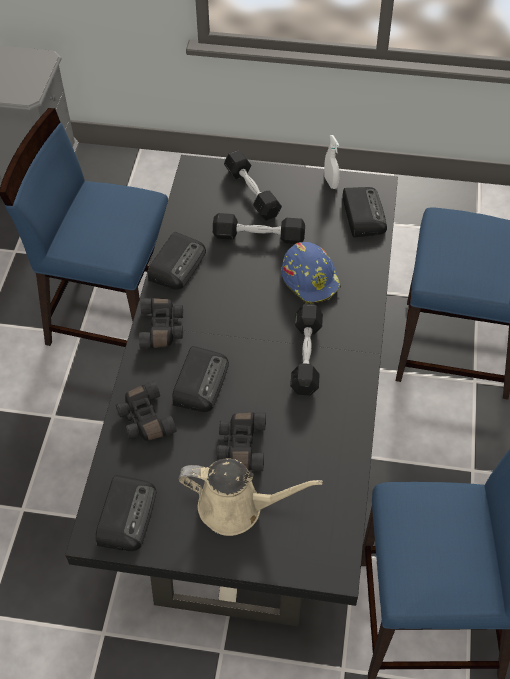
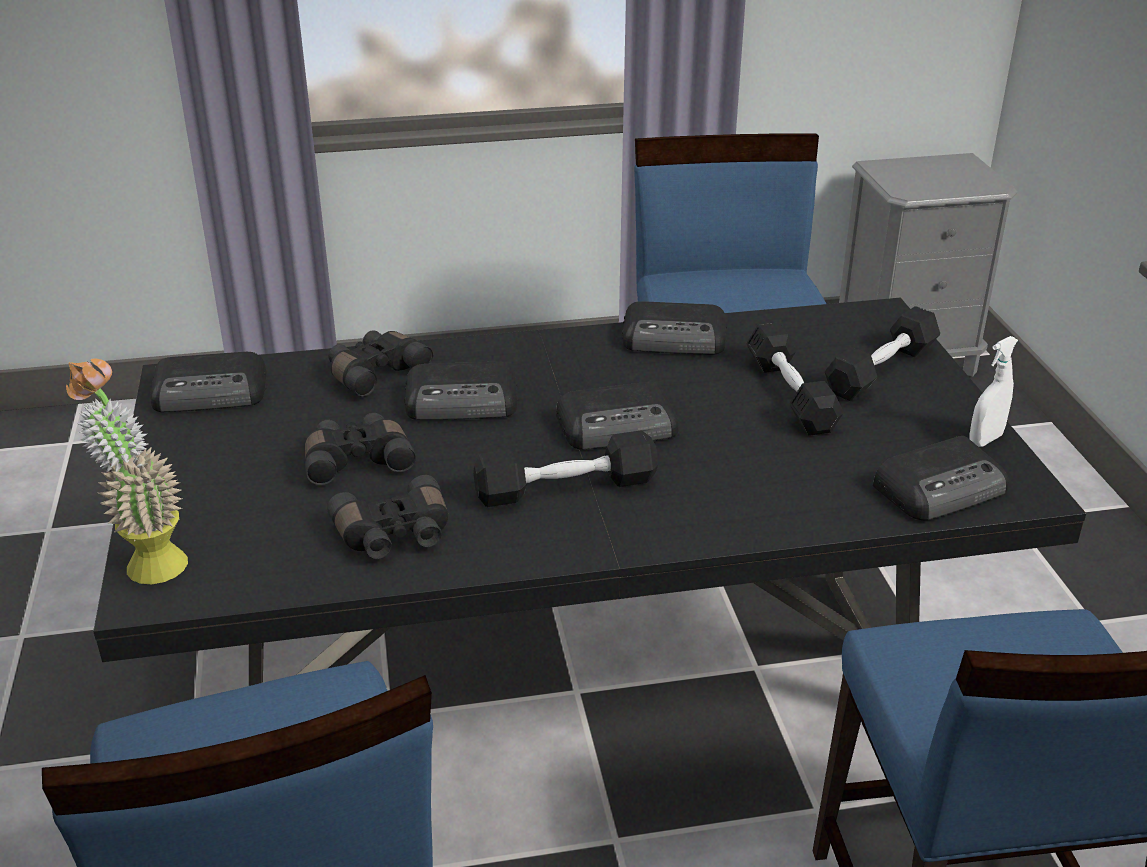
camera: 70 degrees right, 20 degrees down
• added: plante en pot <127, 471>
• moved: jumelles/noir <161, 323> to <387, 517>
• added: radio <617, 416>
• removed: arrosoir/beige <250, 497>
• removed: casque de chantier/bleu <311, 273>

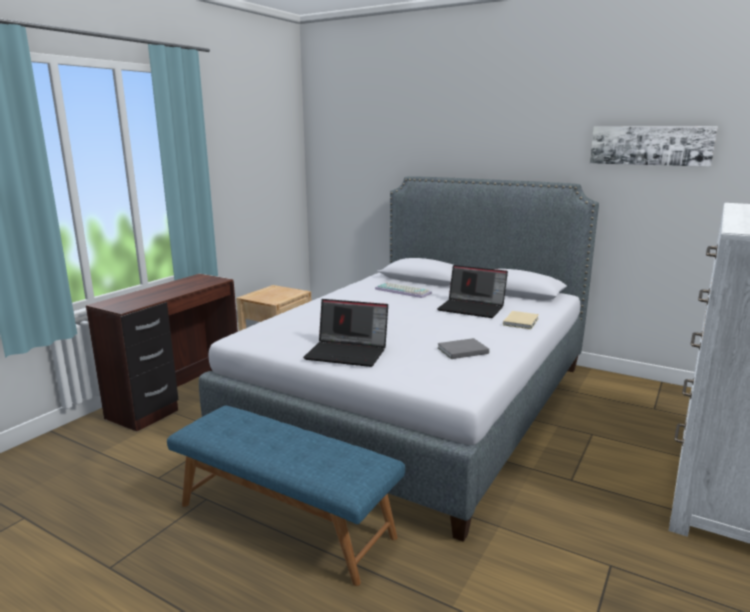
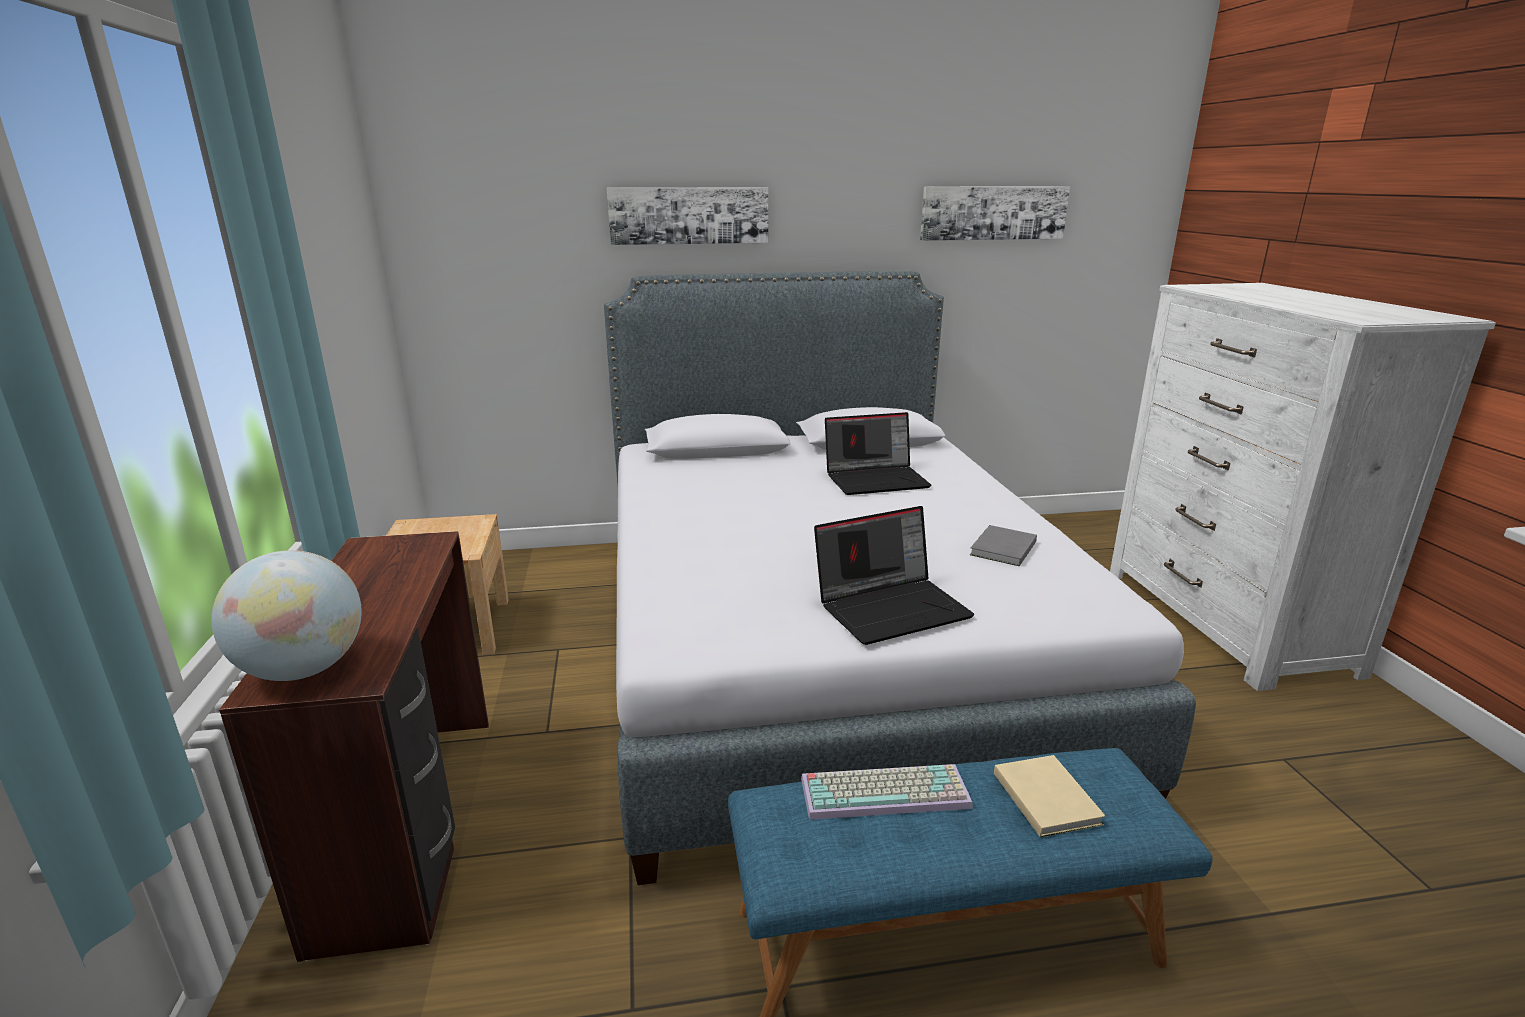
camera: 40 degrees left, 5 degrees up
• added: globe <286, 615>
• added: tableau <687, 216>
• moved: clavier <403, 290> to <887, 792>
• moved: livre/beige <521, 320> to <1050, 796>

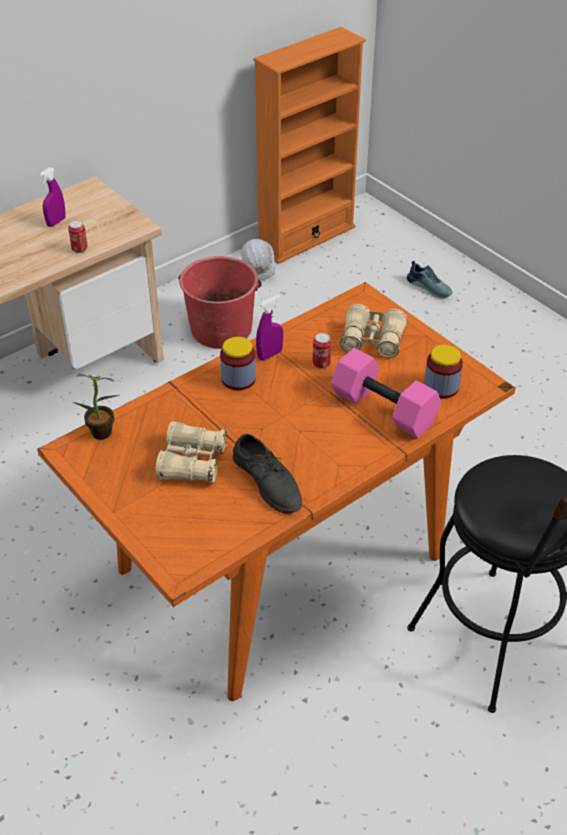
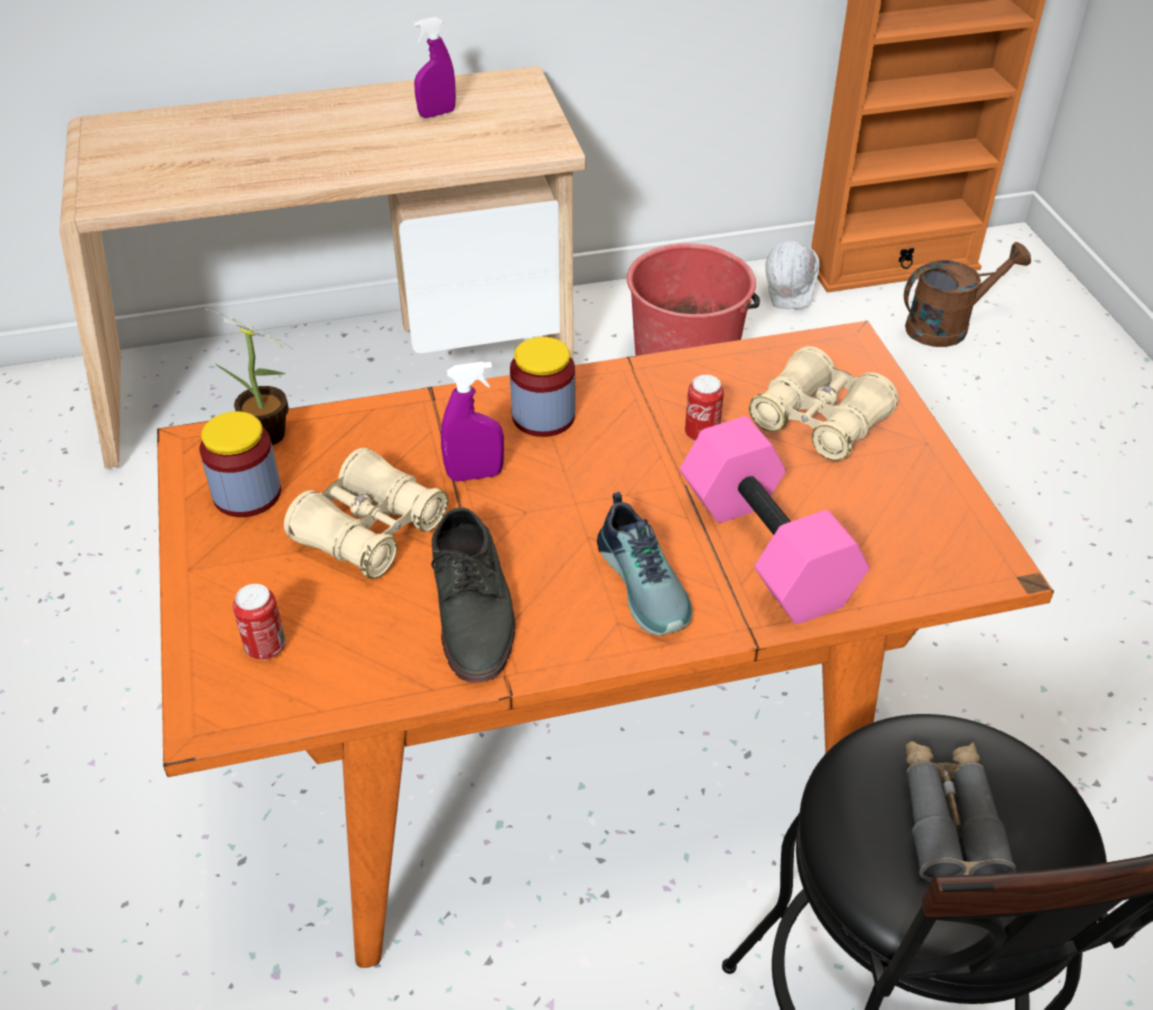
camera: 25 degrees right, 0 degrees up
• moved: bocal <443, 372> to <240, 464>
• moved: boîte métallique <78, 236> to <259, 622>
• moved: vaporisateur/violet <269, 327> to <472, 422>
• moved: chaussure <430, 279> to <645, 564>
• added: arrosoir/marron <967, 294>
• added: jumelles/gris <960, 811>

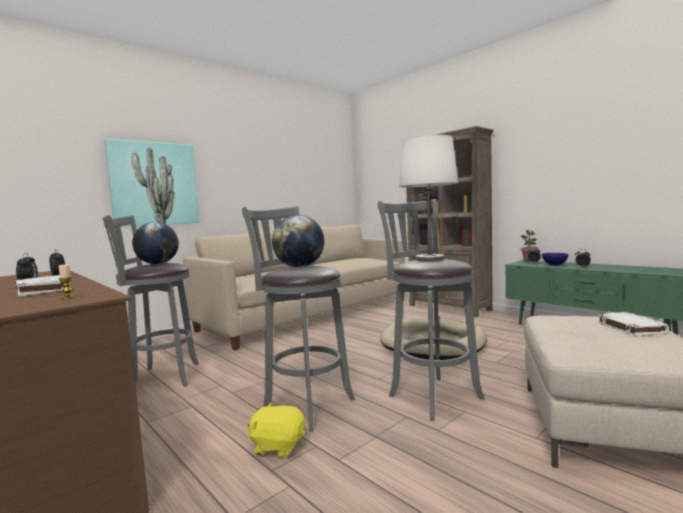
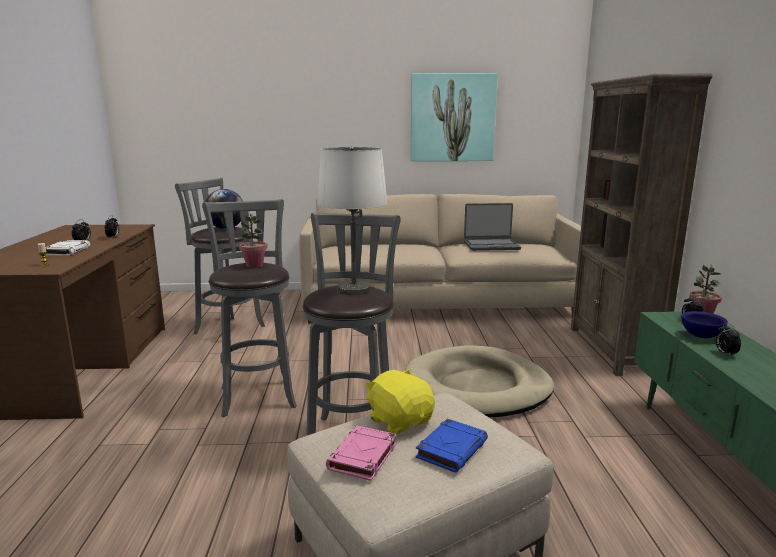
camera: 40 degrees right, 10 degrees up
• replaced: globe <298, 241> to plante en pot <253, 240>
• added: livre/rose <361, 453>
• moved: peluche/jaune <276, 430> to <400, 401>
• moved: tableau <152, 182> to <454, 117>
• recoloured: livre/blanc <633, 324> to livre/bleu <452, 446>
• added: ordinateur portable <492, 227>

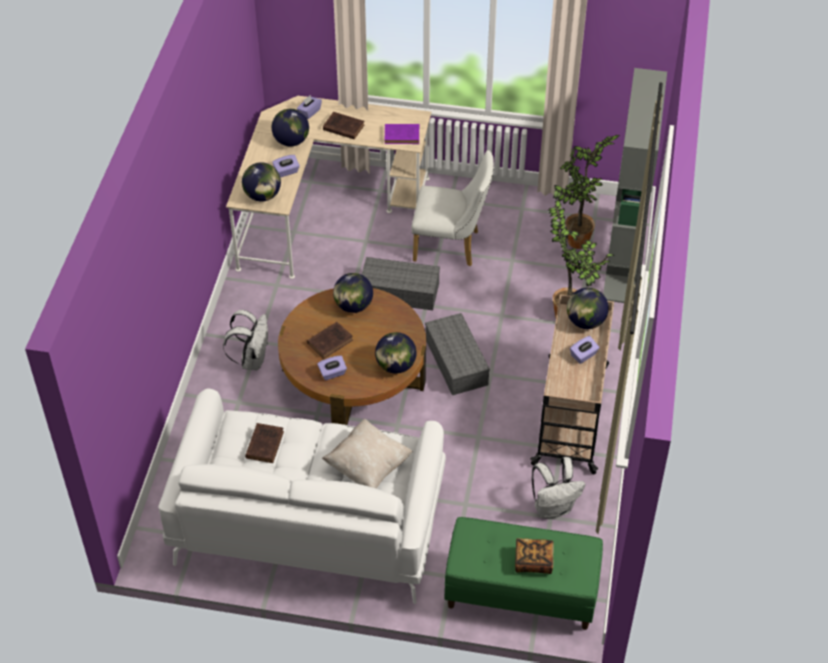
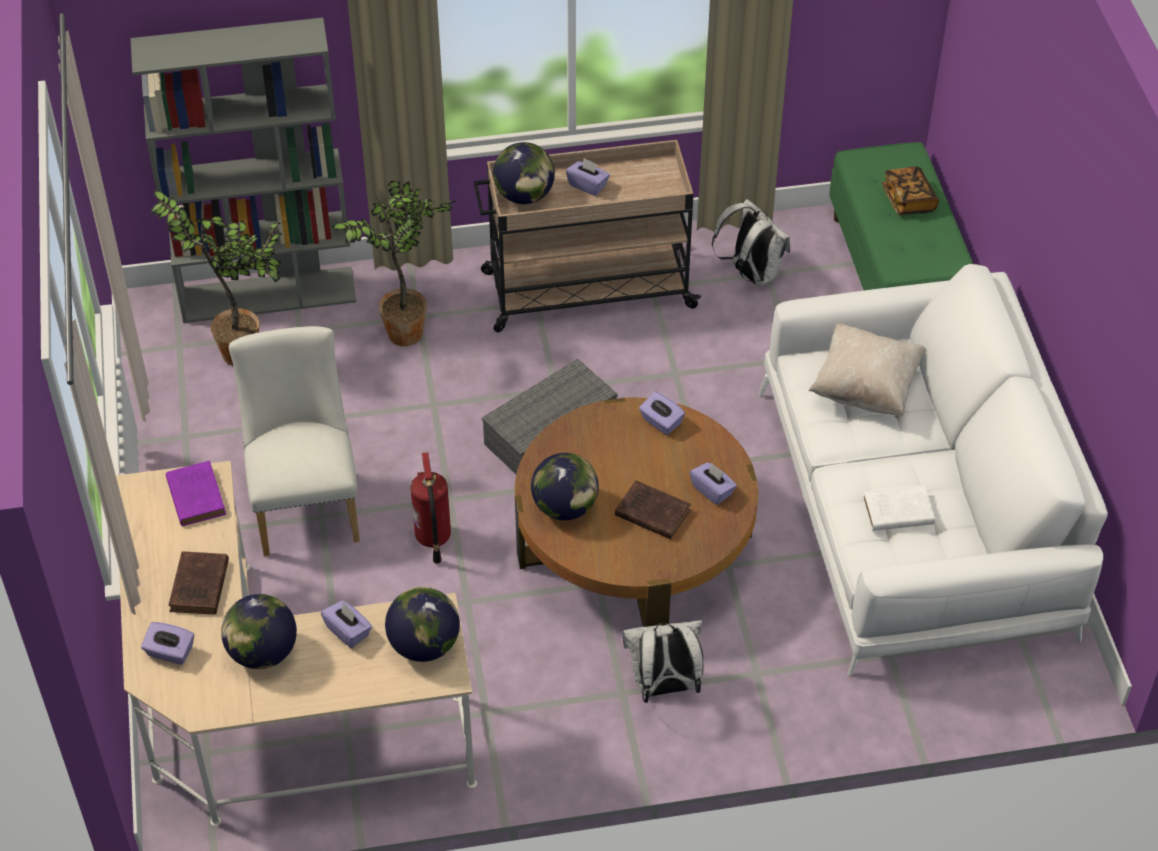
camera: 110 degrees left, 0 degrees up
• replaced: boîte de rangement/gris <400, 283> to extincteur <431, 508>
• replaced: globe <396, 353> to boîte à mouchoirs/violet <662, 413>
• recoloured: livre/marron <264, 443> to livre/blanc <899, 508>

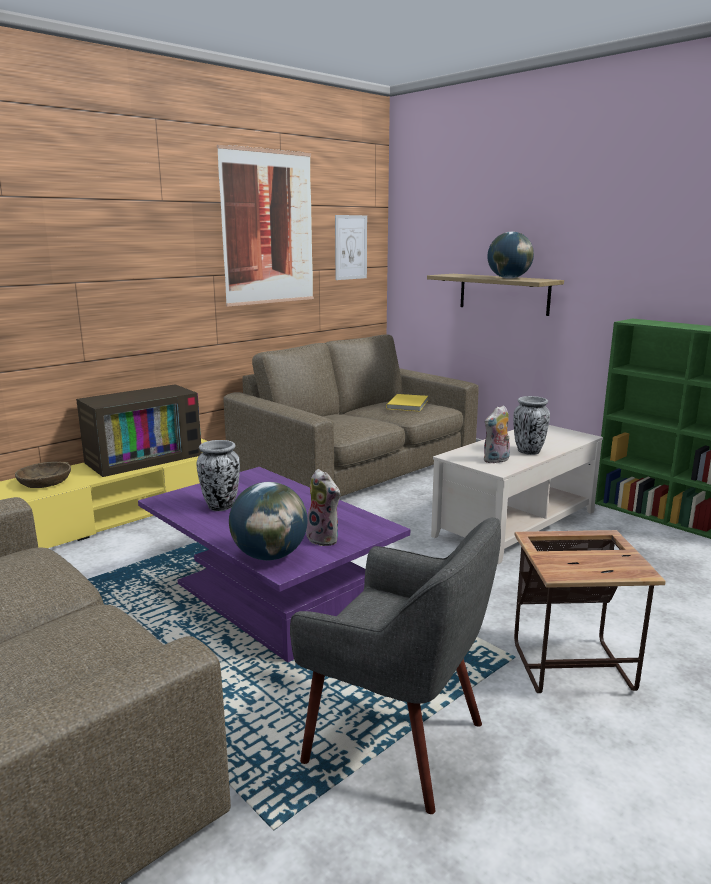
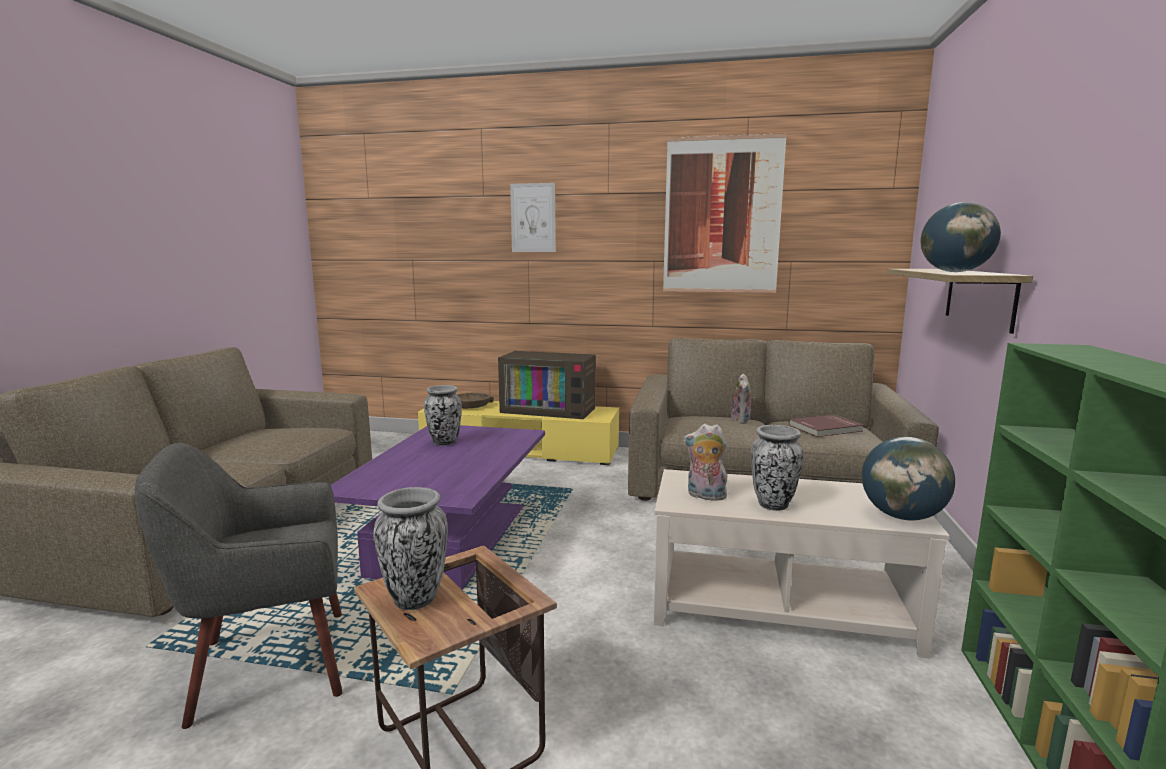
camera: 55 degrees right, 5 degrees down
• turned: fauteuil/gris <395, 665> = <239, 586> 75 degrees clockwise
• added: vase <410, 548>
• moved: tableau <351, 247> to <533, 217>
• moved: peluche <323, 507> to <742, 399>
• recoloured: livre/jaune <407, 403> to livre/rouge <826, 426>
• moved: globe <268, 521> to <908, 478>

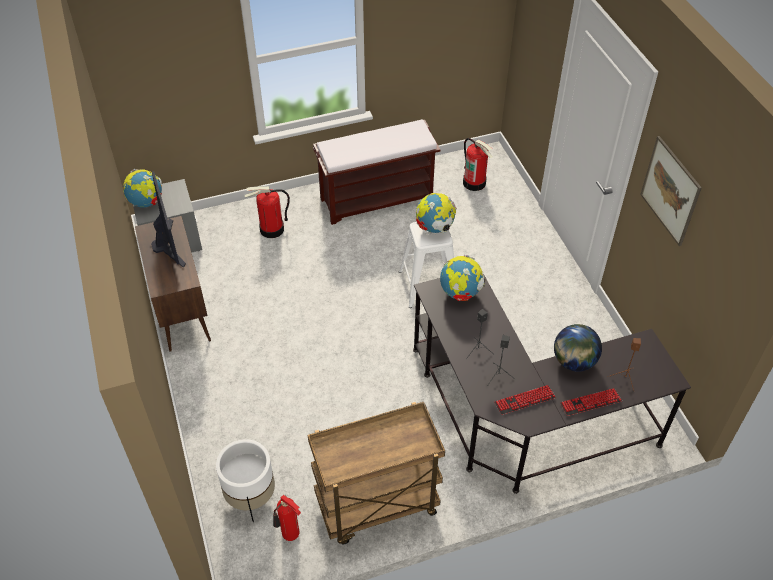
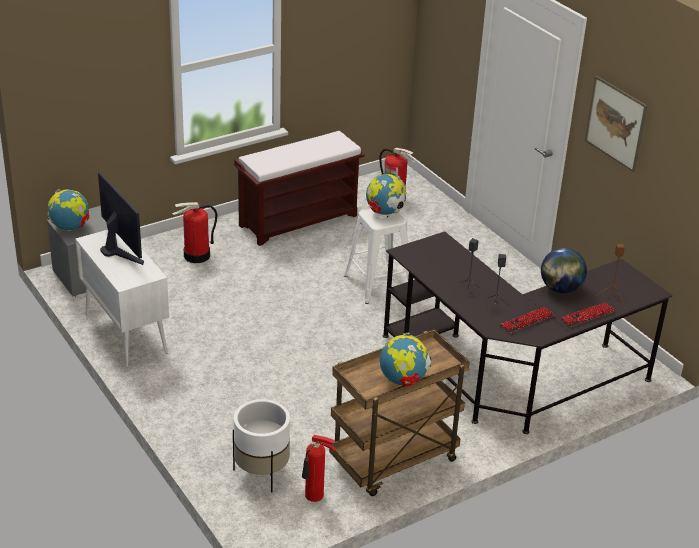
camera: 15 degrees left, 15 degrees down
• recoloured: meuble de rangement/marron <173, 284> to meuble de rangement/blanc <122, 298>
• moved: globe <463, 278> to <405, 359>

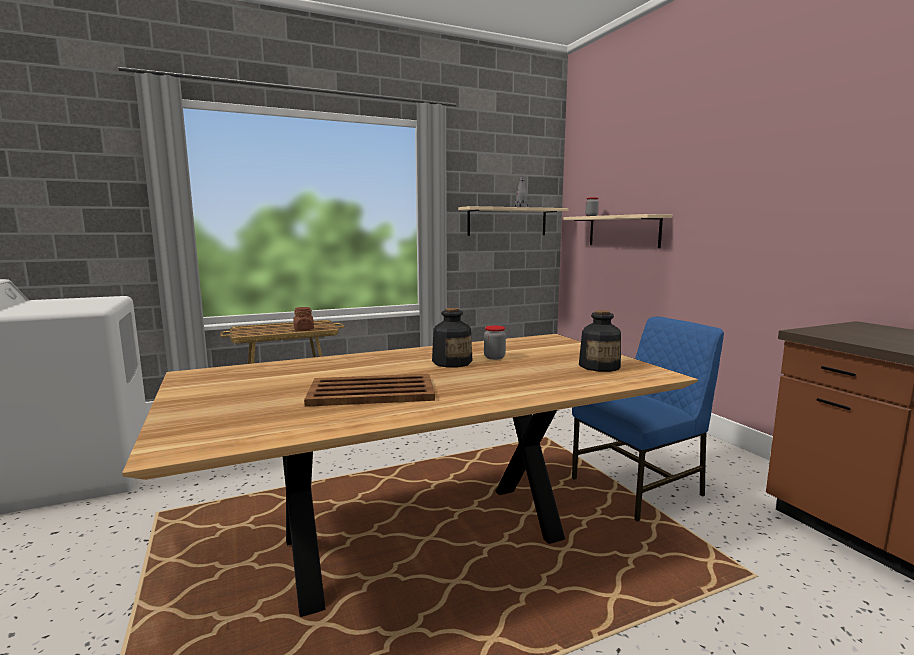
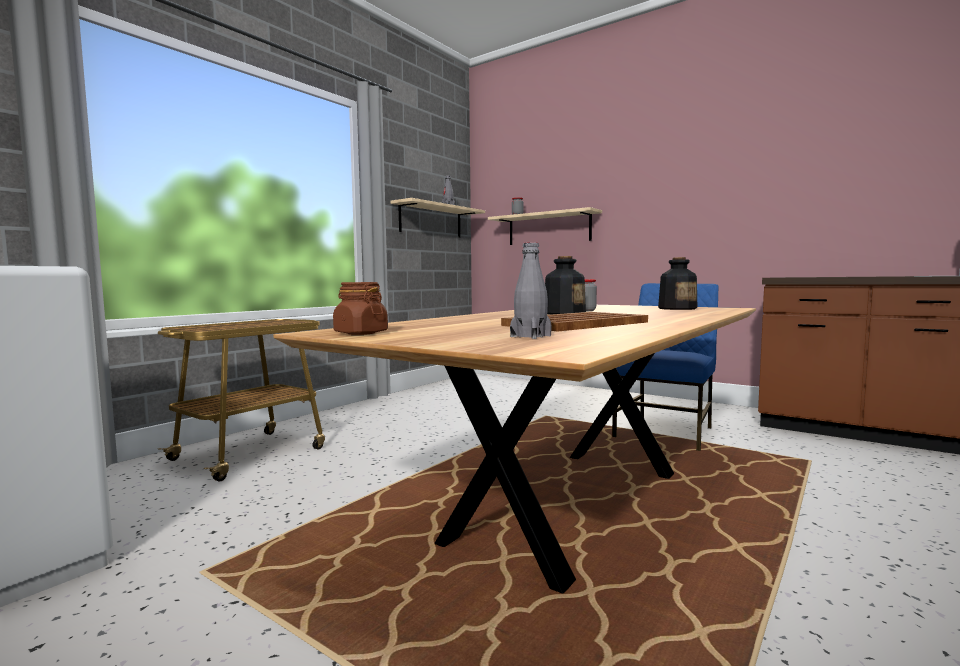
camera: 30 degrees left, 5 degrees down
• moved: bocal/marron <304, 319> to <360, 308>
• added: bouteille/gris <531, 290>

